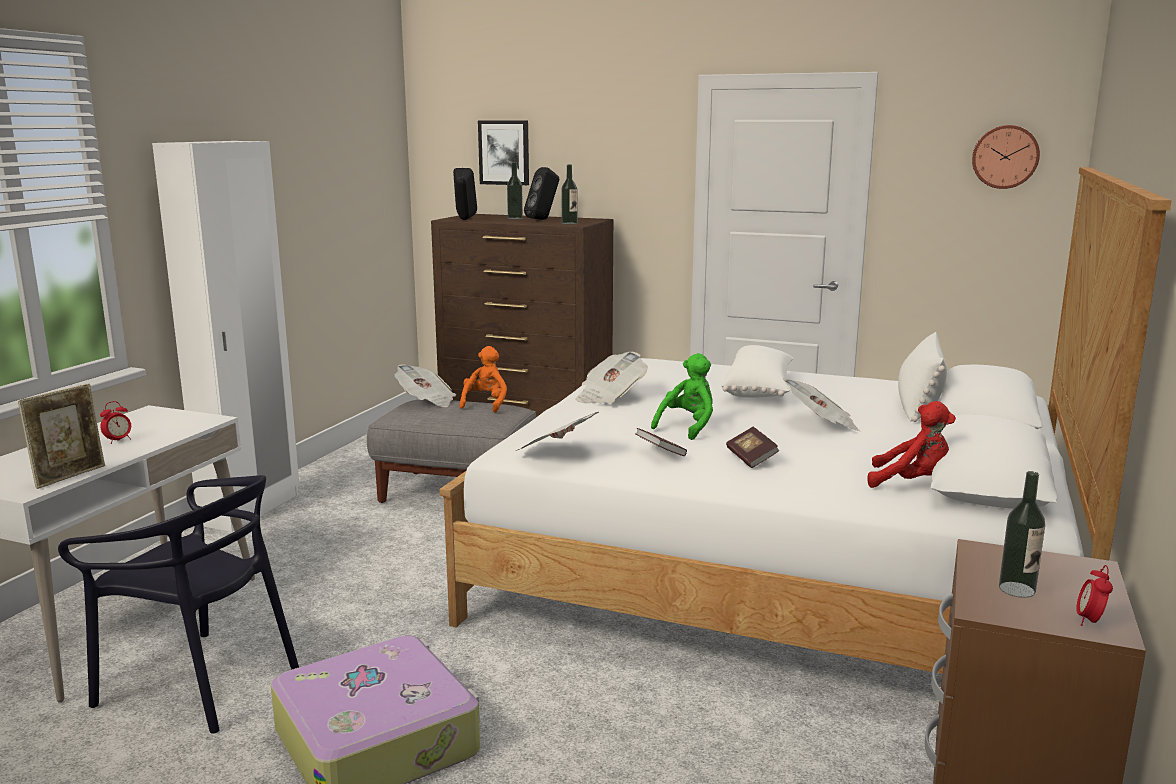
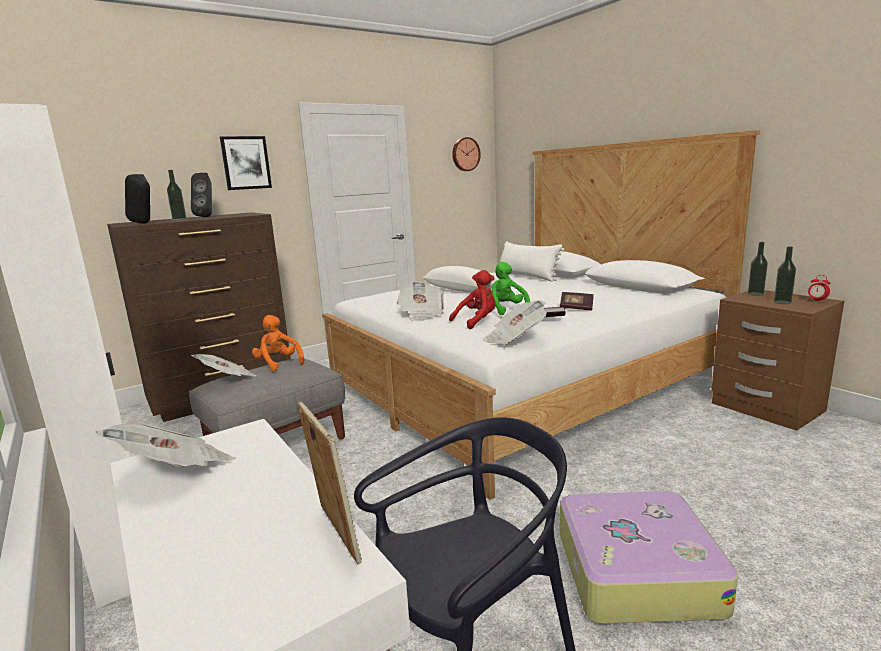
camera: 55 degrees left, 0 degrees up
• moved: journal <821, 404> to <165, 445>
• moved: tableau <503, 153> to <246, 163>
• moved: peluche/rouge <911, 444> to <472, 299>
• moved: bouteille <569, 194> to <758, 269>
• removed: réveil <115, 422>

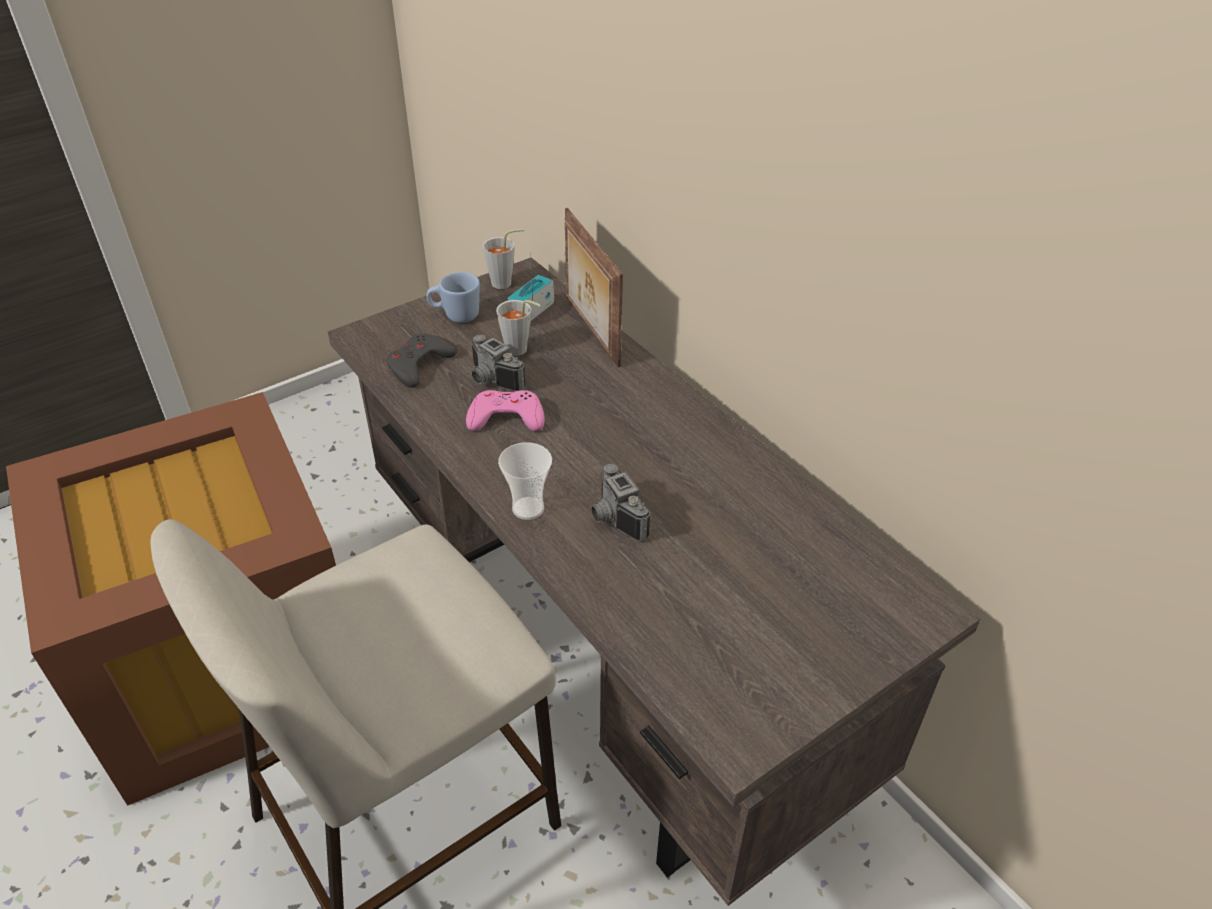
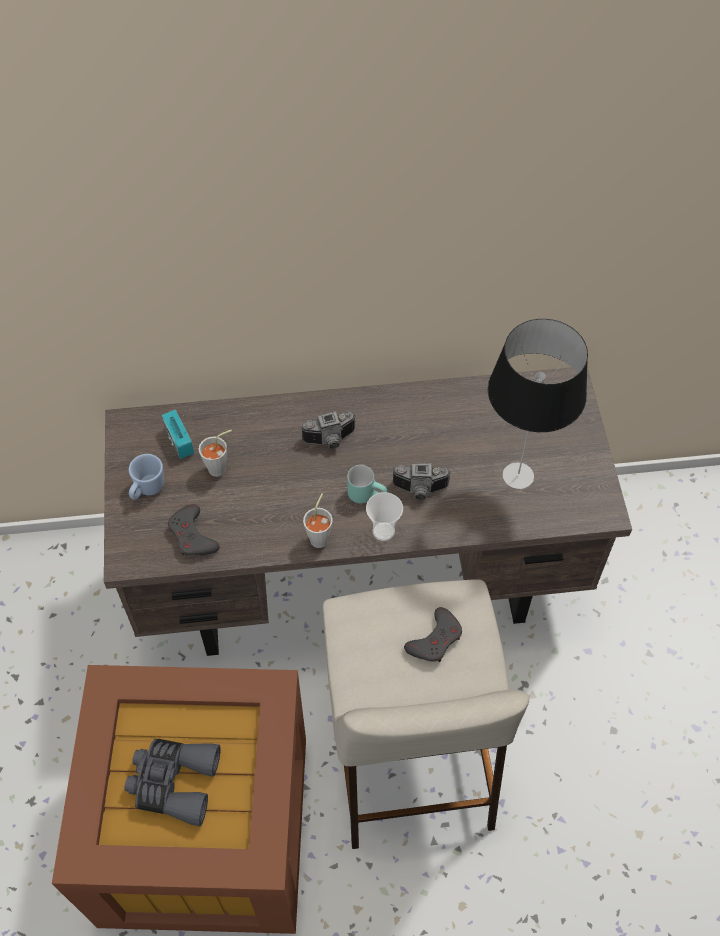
camera: 60 degrees left, 15 degrees up
• added: jumelles/gris <173, 782>
• moved: appareil photo <499, 362> to <328, 430>
• moved: tasse/gris <503, 259> to <318, 520>
• added: mug/turquoise <367, 484>
• added: manette/gris <433, 634>
• added: lampe de table <538, 404>
• removed: manette/rose <505, 410>
• removed: cadre photo <594, 287>

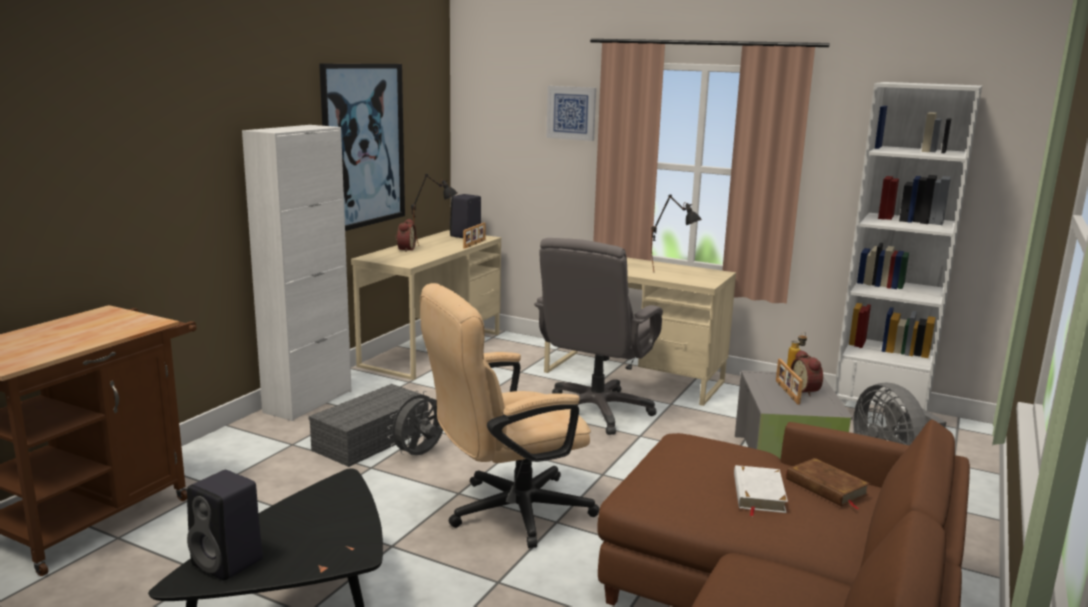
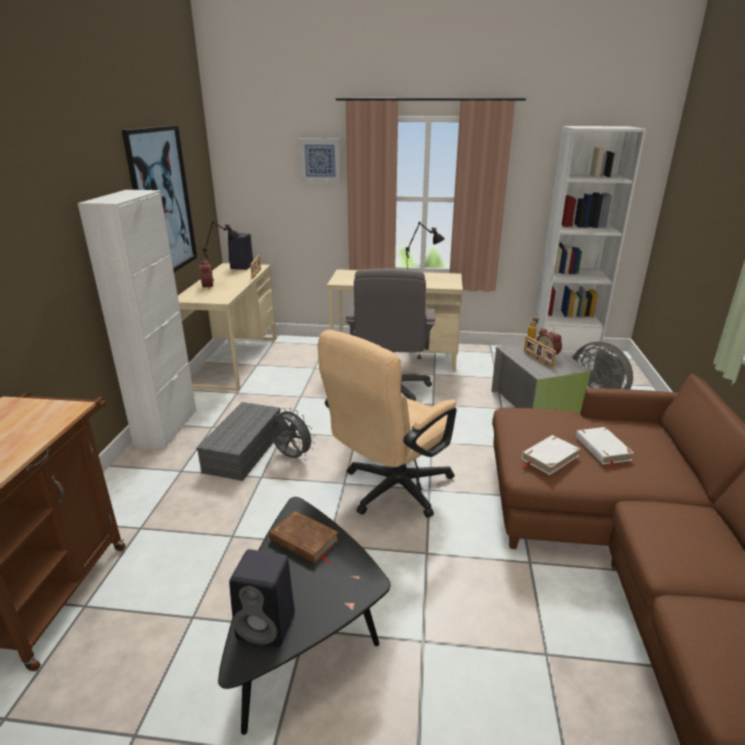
camera: 20 degrees left, 10 degrees up
• turned: ventilateur/gris <415, 422> = <292, 433> 105 degrees clockwise
• moved: livre/marron <828, 484> to <304, 537>
• added: livre/blanc <551, 455>

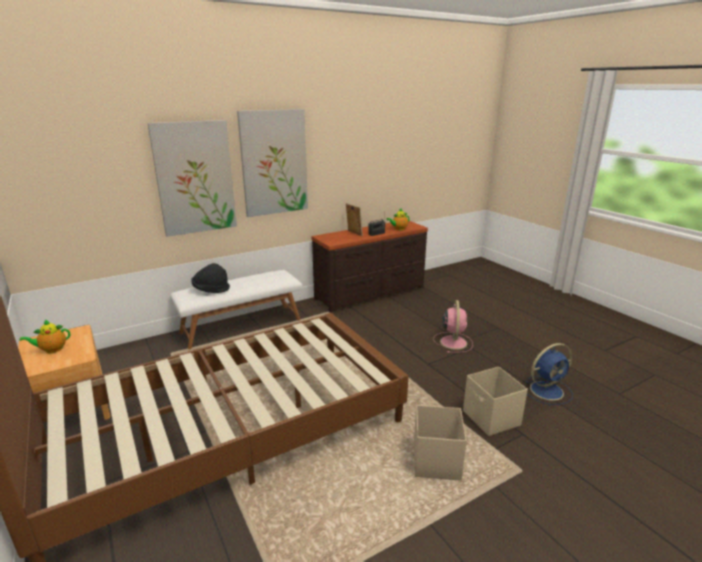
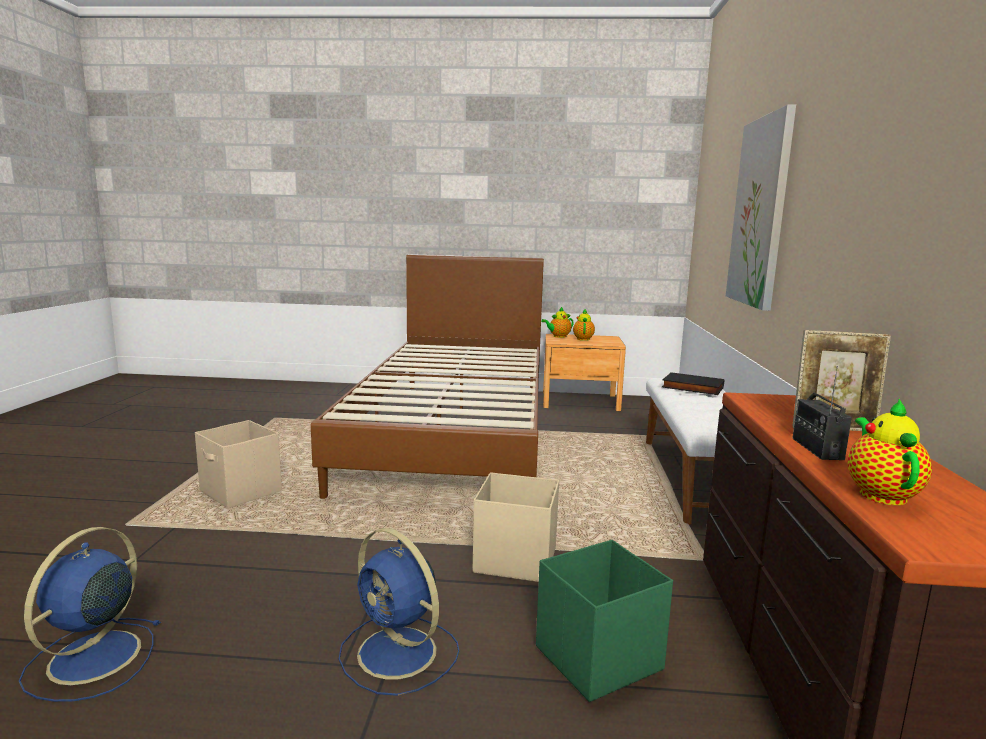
camera: 125 degrees right, 10 degrees down
• recoloured: ventilateur/rose <453, 326> to ventilateur/bleu <399, 612>
• moved: boîte de rangement/beige <495, 401> to <516, 527>
• added: boîte de rangement/vert <604, 621>
• added: théière <557, 322>
• replaced: chapeau/noir <210, 278> to livre/noir <693, 383>
• removed: tableau <272, 163>

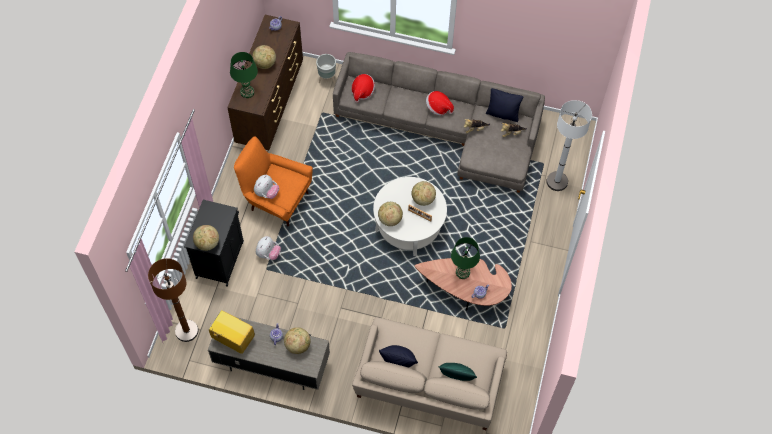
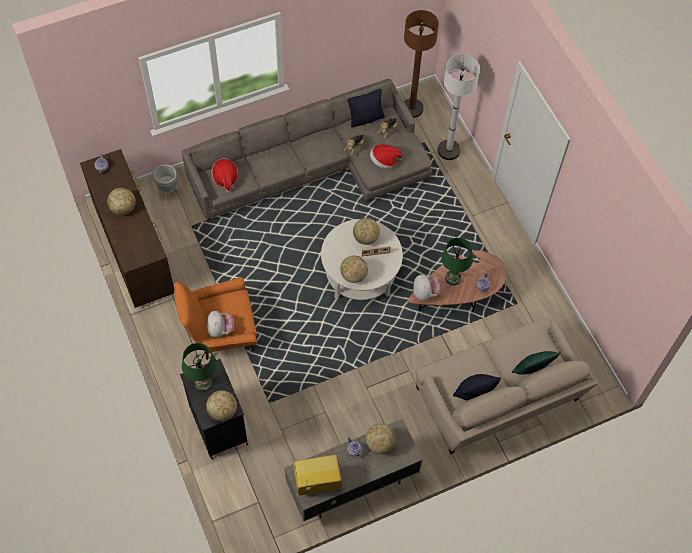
camera: 40 degrees left, 0 degrees up
• moved: lampe de table/vert <244, 75> to <199, 367>
• moved: chapeau <440, 103> to <386, 157>
• moved: lampadaire/marron <173, 300> to <421, 64>
• moved: peluche <268, 248> to <426, 288>

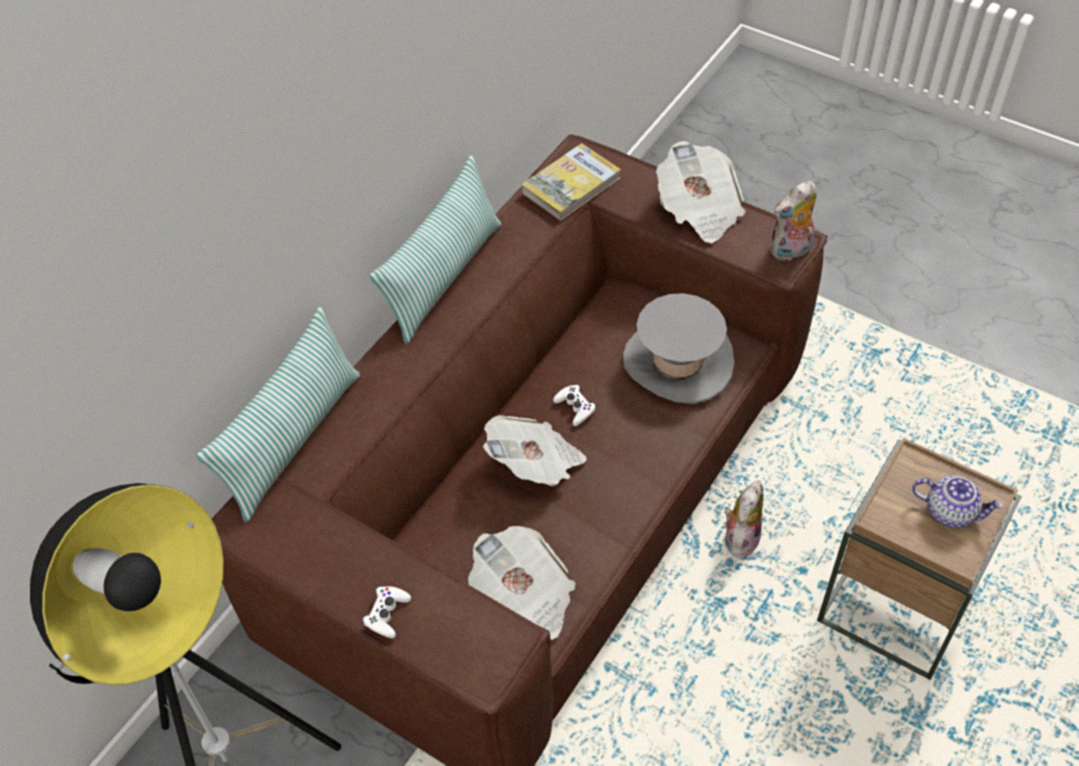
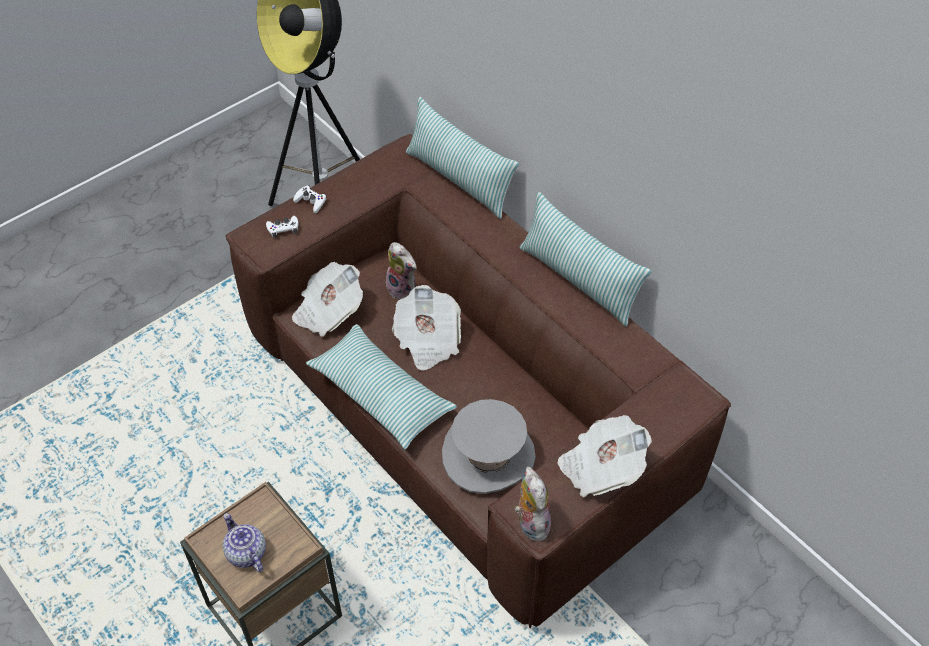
camera: 105 degrees right, 0 degrees up
• turned: théière <958, 501> = <244, 542> 105 degrees clockwise
• moved: manette/blanc <574, 405> to <282, 227>
• added: coussin <381, 386>
• moved: peluche <744, 520> to <400, 271>
• removed: livre <571, 182>

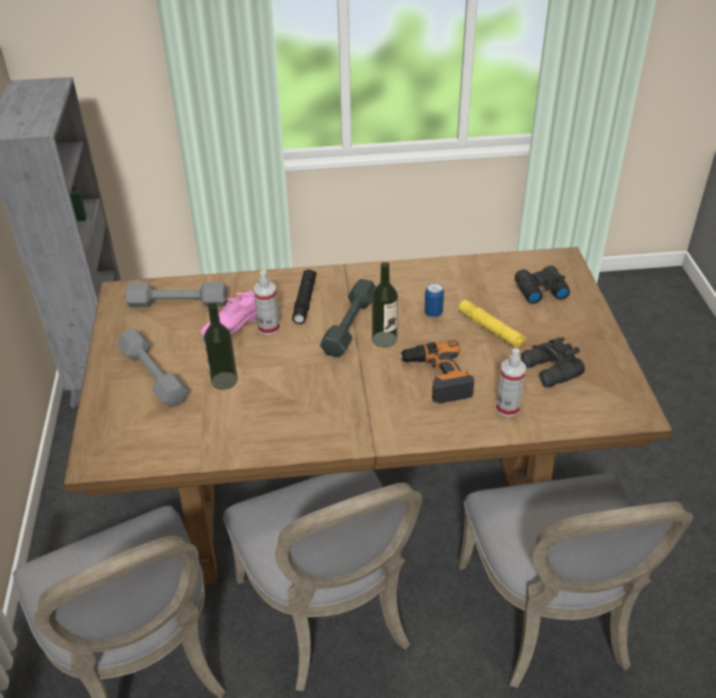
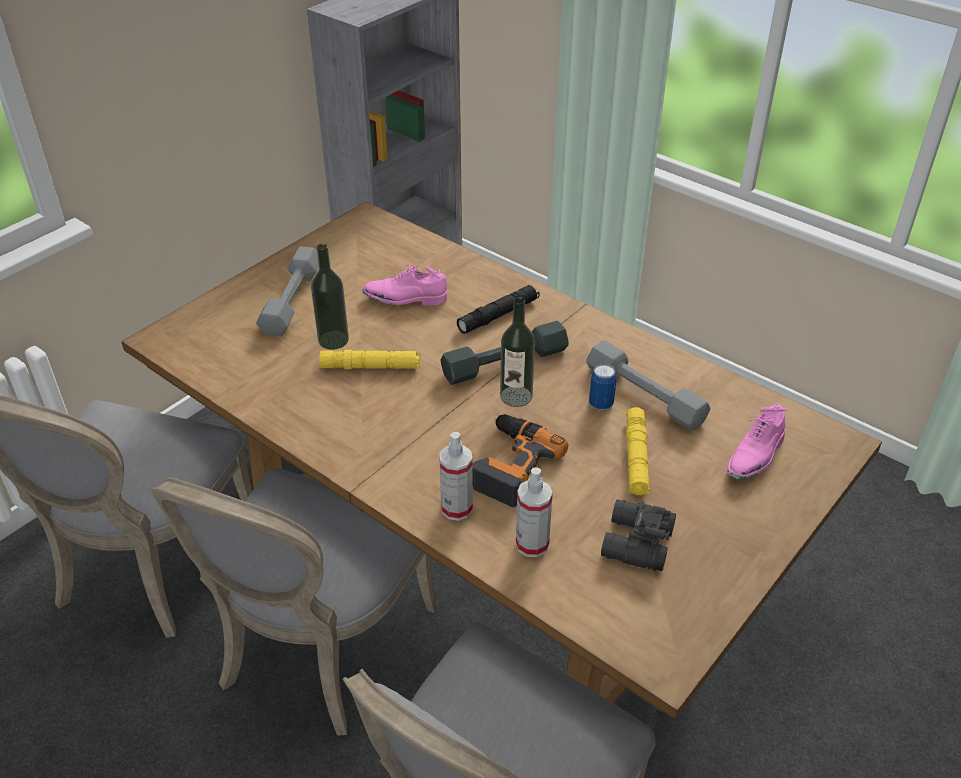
camera: 45 degrees right, 0 degrees up
• added: lampe de poche/jaune <370, 360>
• moved: vaporisateur <267, 302> to <456, 476>
• moved: haltère/gris <176, 294> to <648, 385>
• replaced: jumelles/noir <542, 284> to chaussure/rose <757, 441>

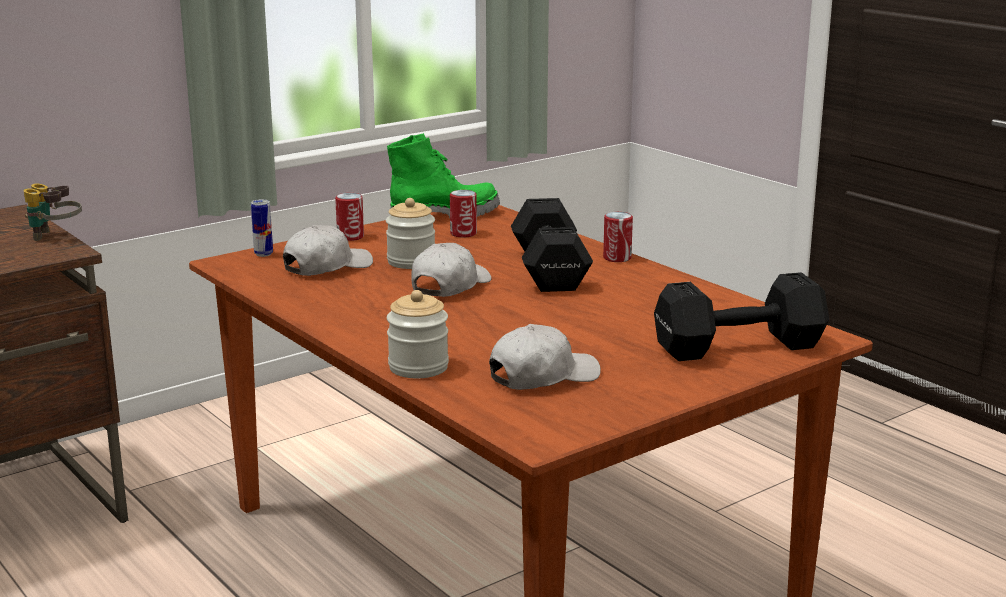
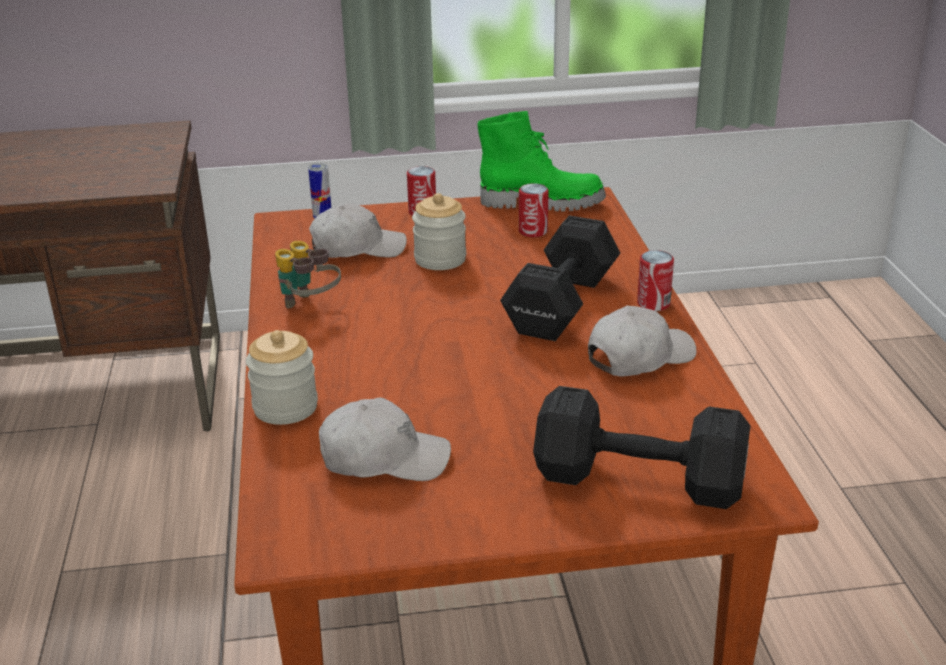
camera: 30 degrees right, 10 degrees up
• moved: jumelles <52, 212> to <308, 275>
• moved: casquette/blanc <451, 270> to <642, 341>

